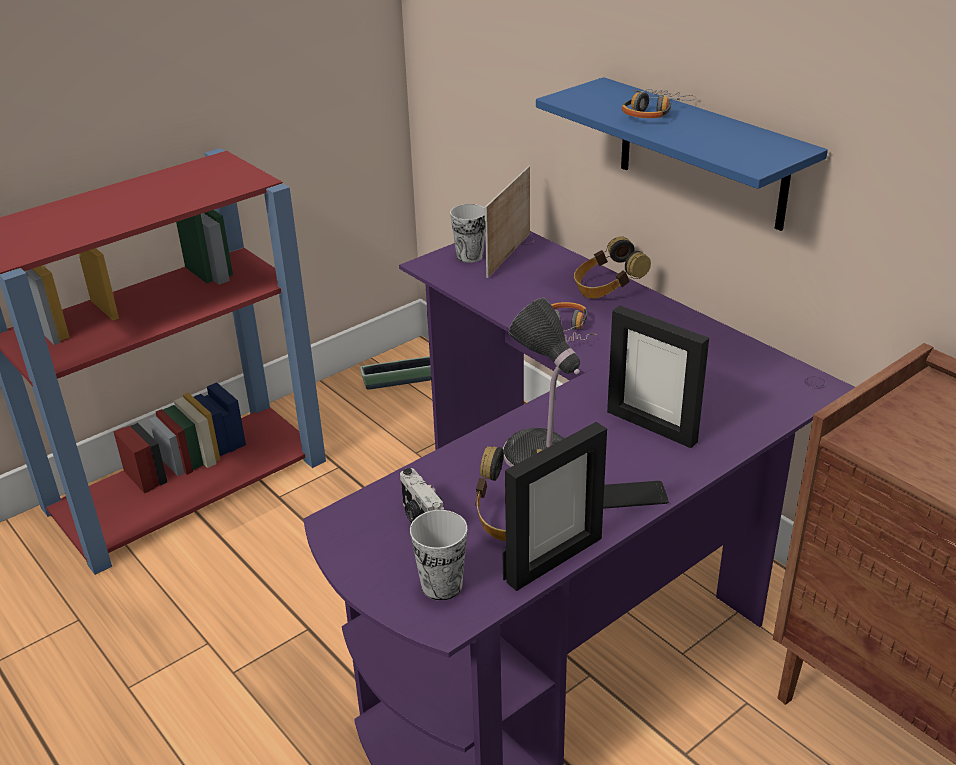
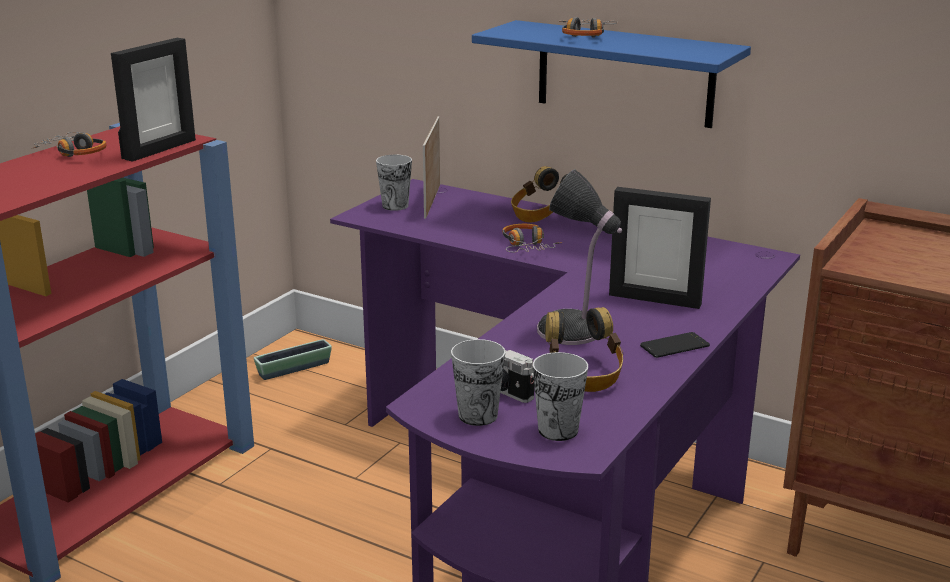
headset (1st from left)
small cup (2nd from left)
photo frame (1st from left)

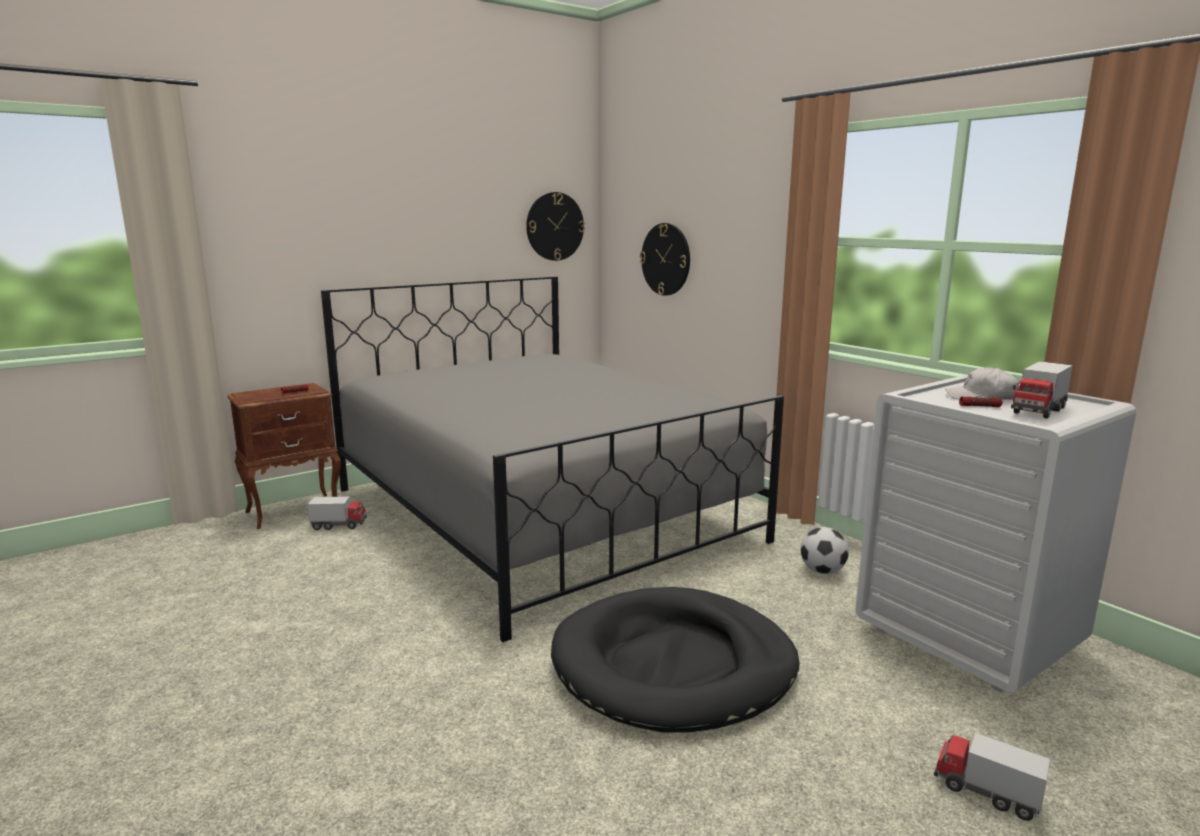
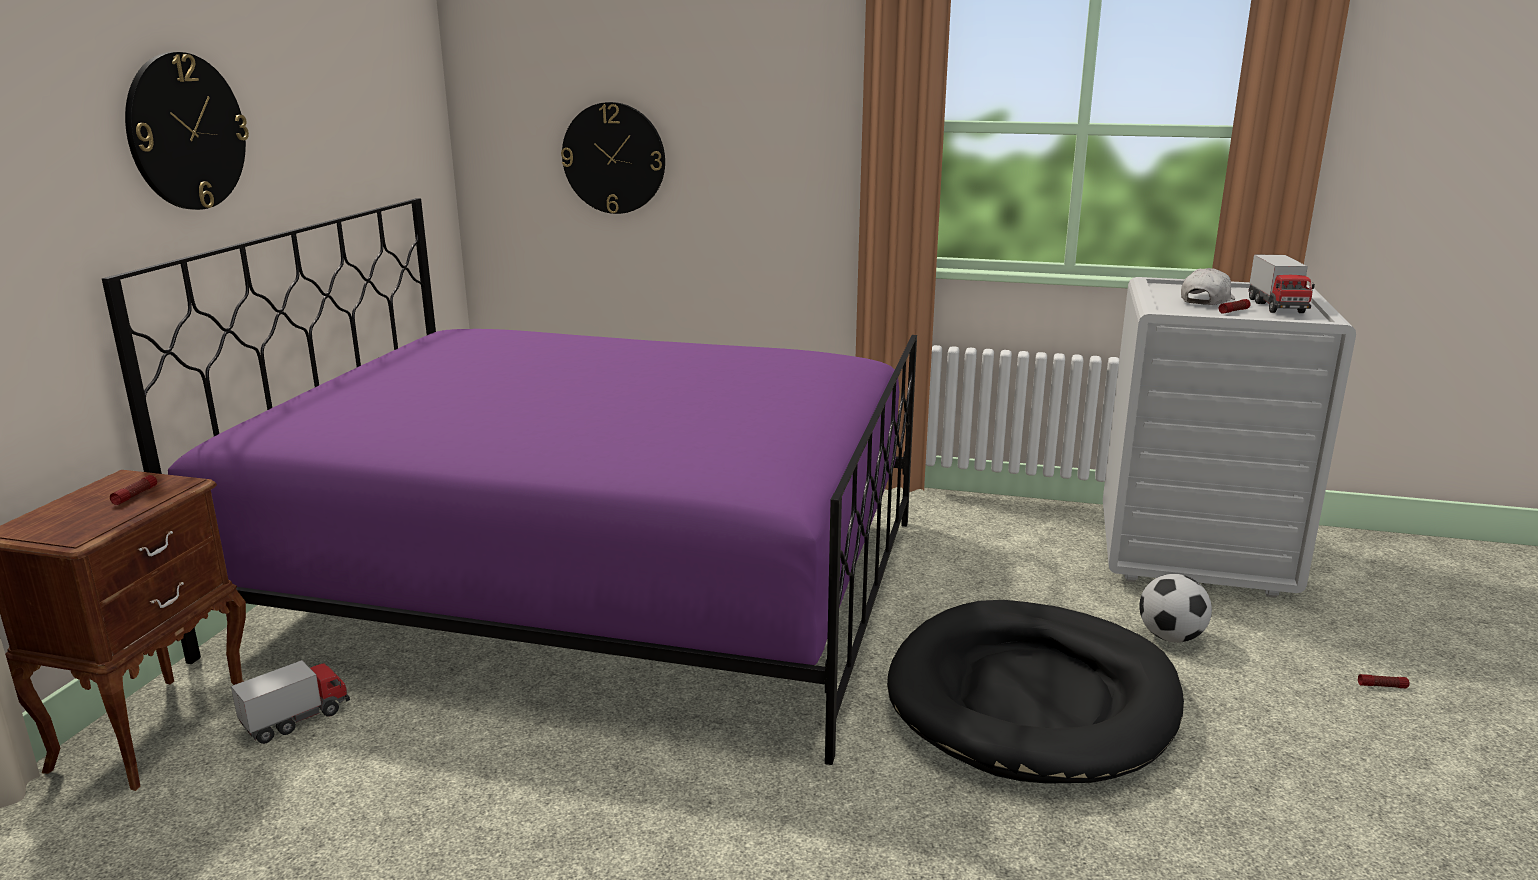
wall clock (1st from left)
football ball
torch (3rd from left)
purplish bed
white-coloured cap

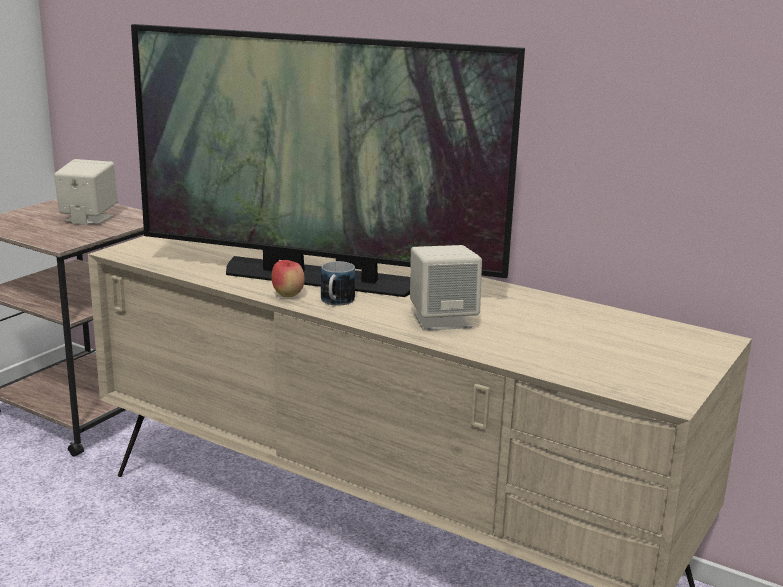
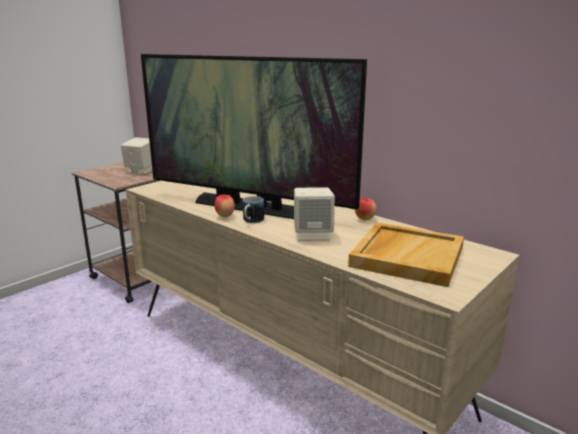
beige-coloured tray
whole apple (2nd from left)

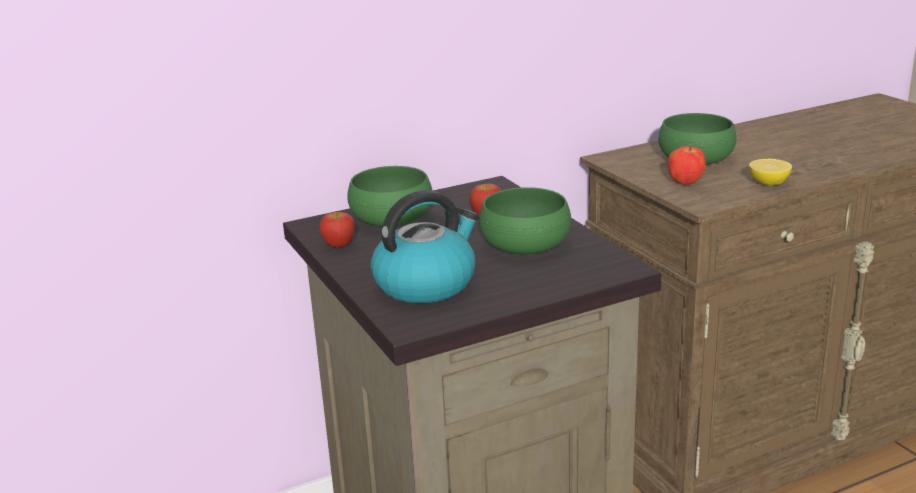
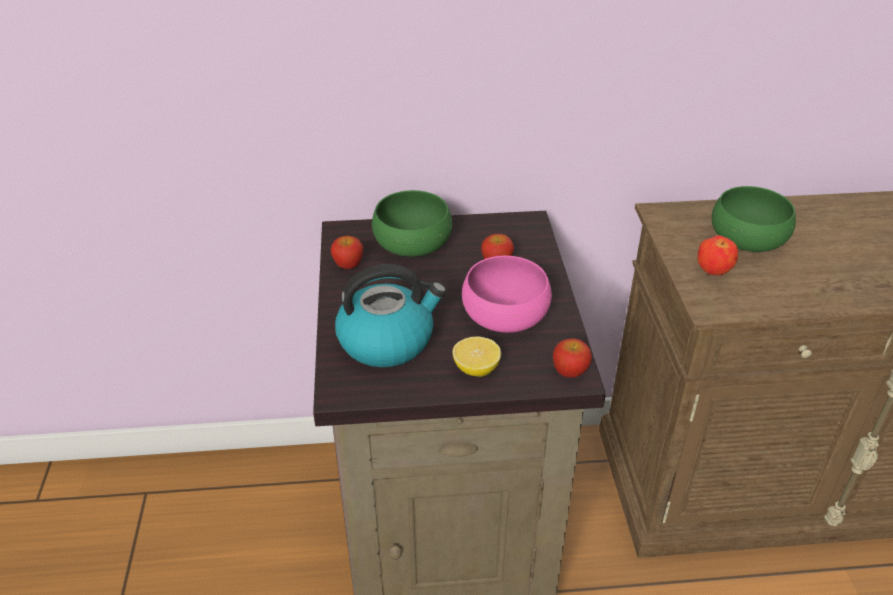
whole apple (3rd from left)
citrus fruit
pink deep dish

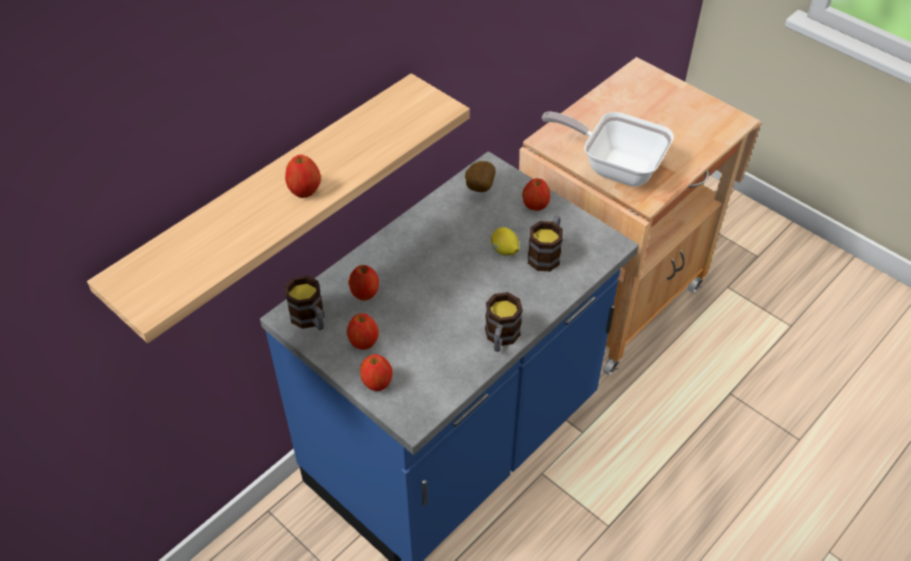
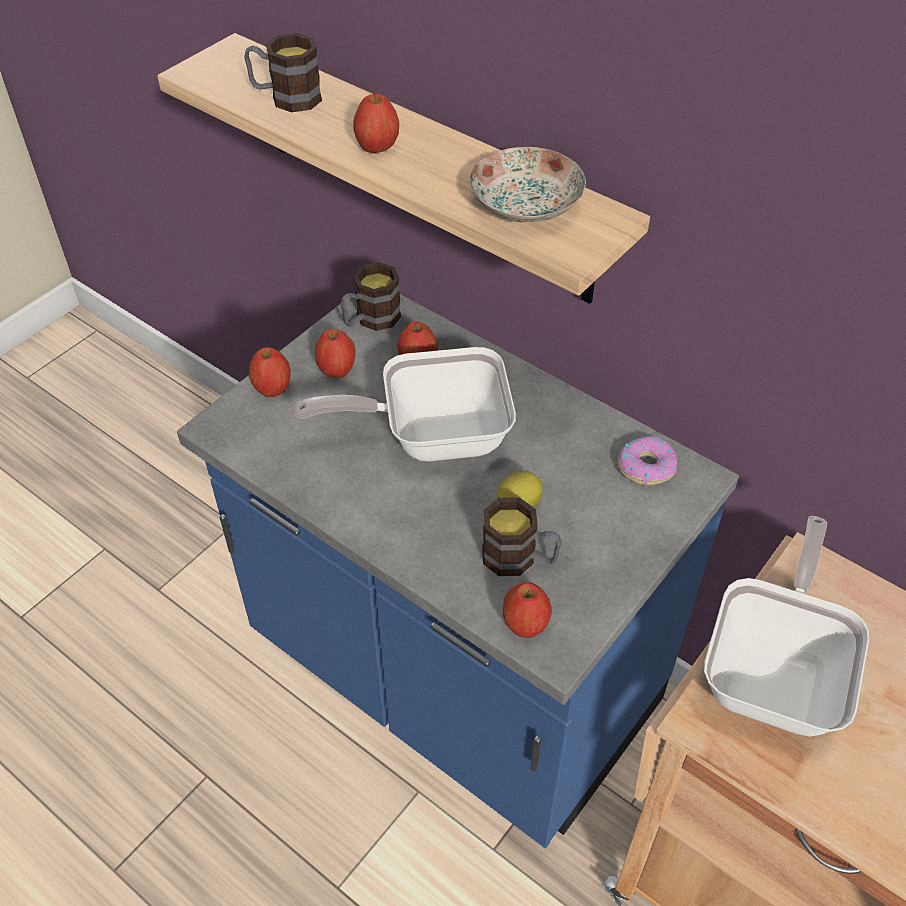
frying pan (1st from left)
flat dish
mug (1st from left)
whole apple (5th from left)
doughnut

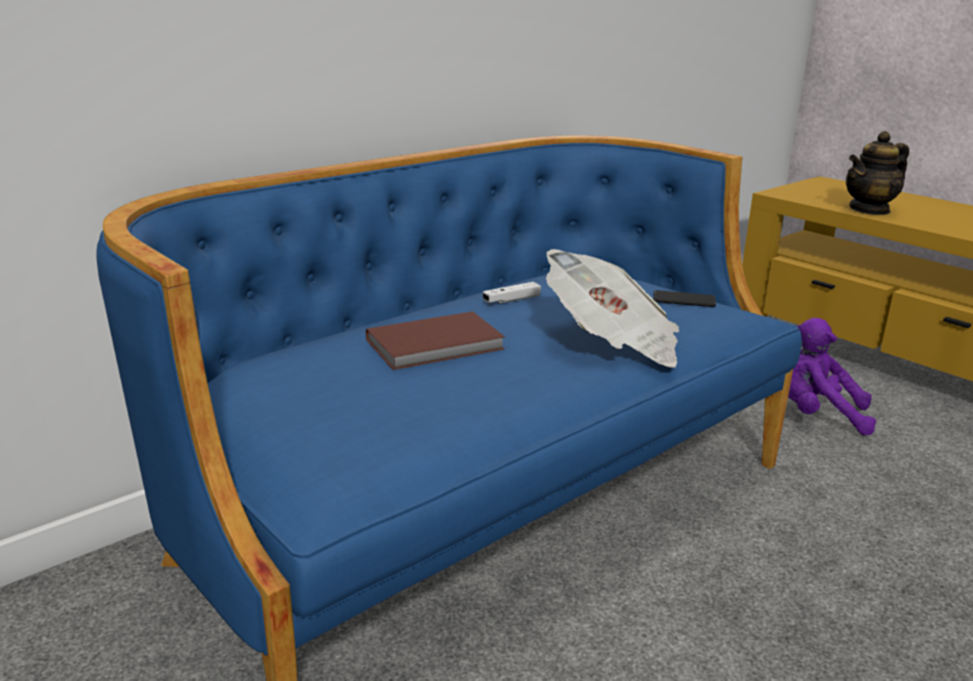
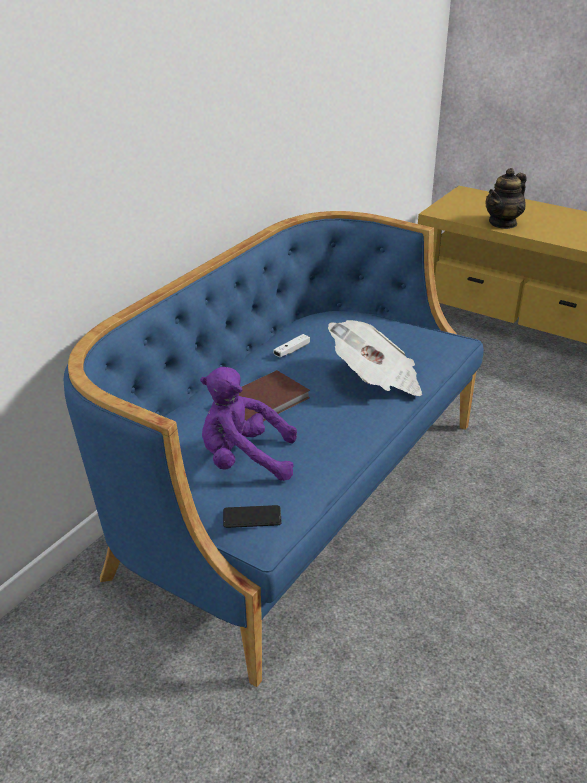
telephone
purplish cuddly toy

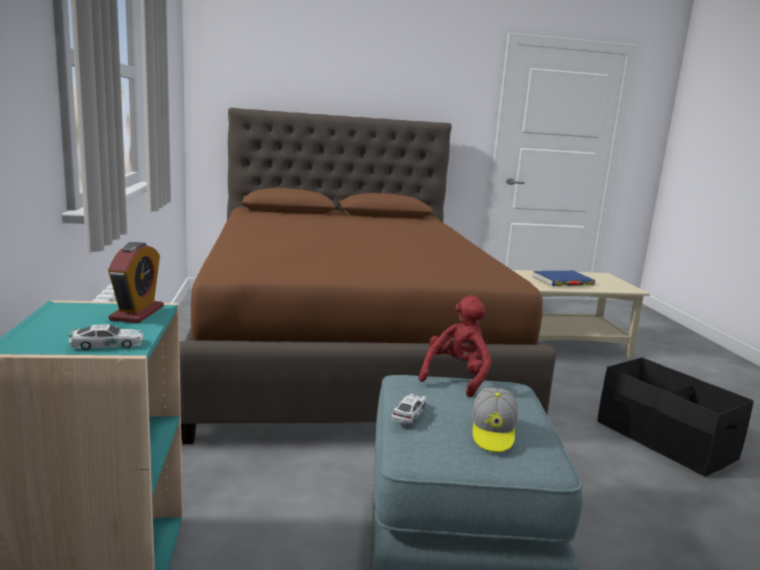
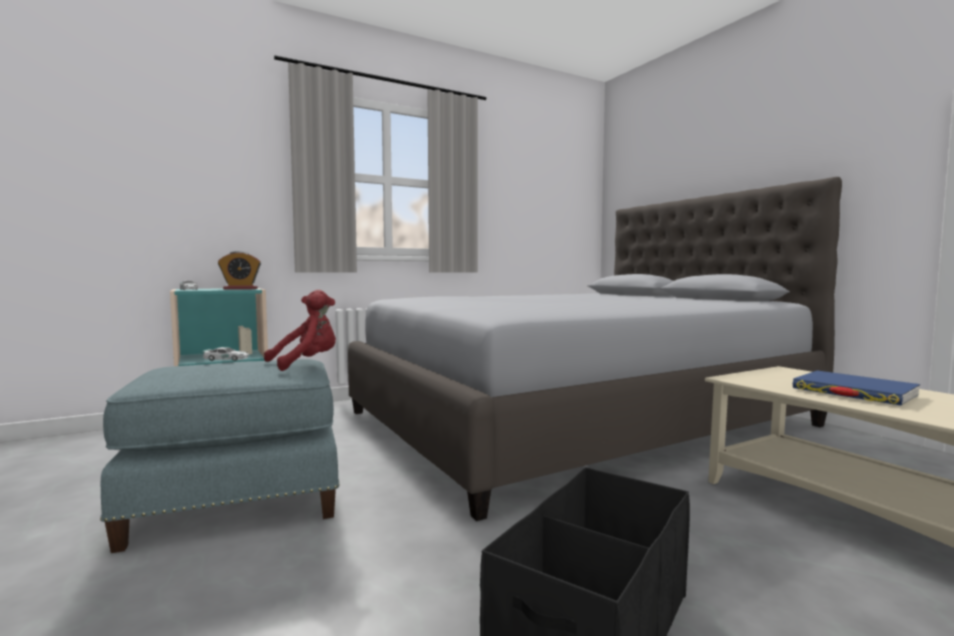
cap
greyish bed
reddish cuddly toy

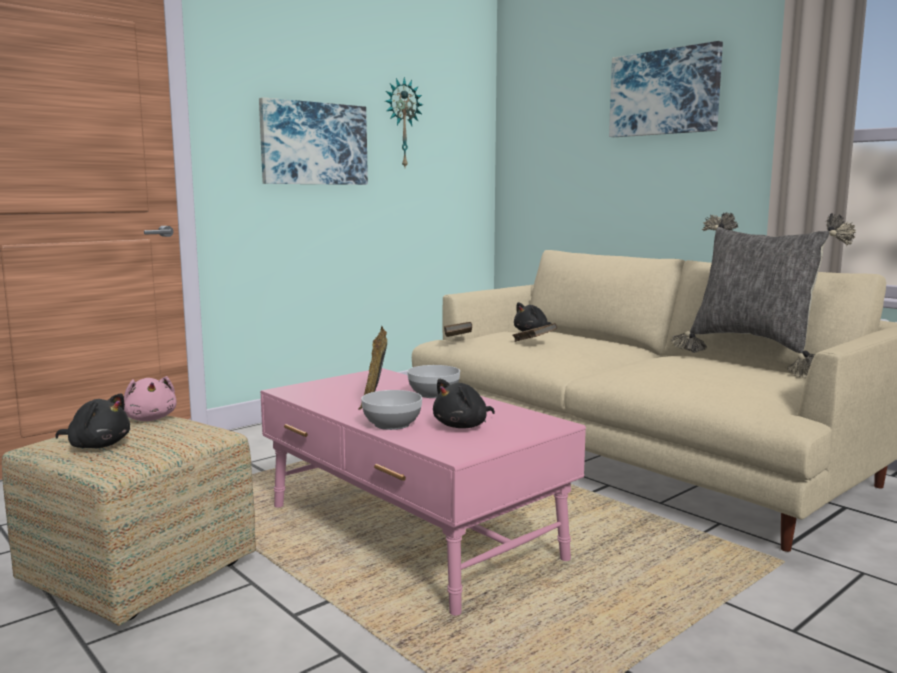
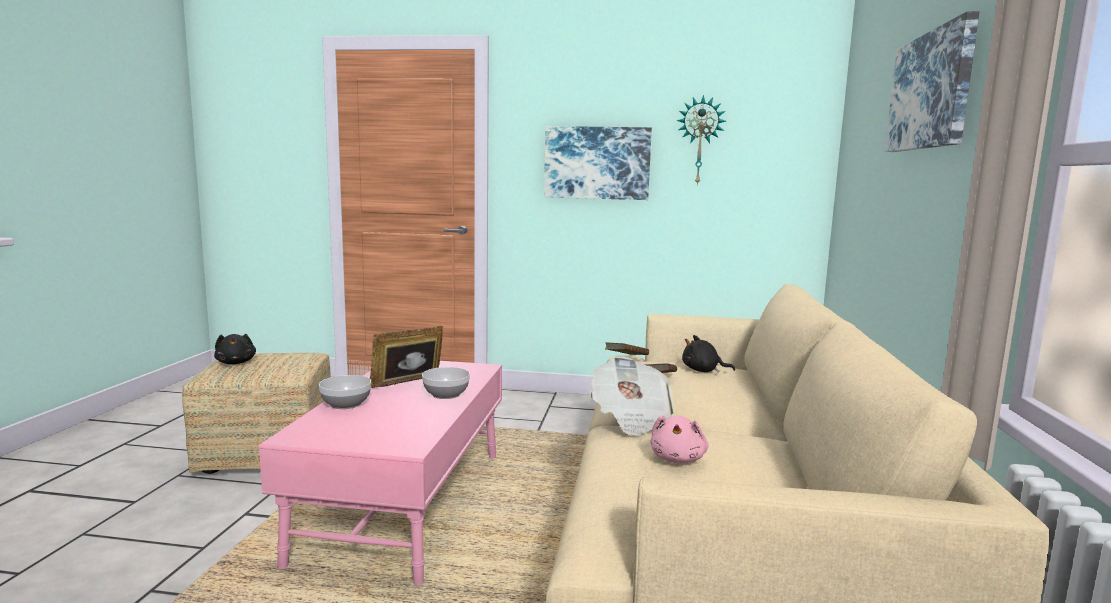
black cuddly toy (2nd from left in the first image)
cushion
daily paper
pink cuddly toy

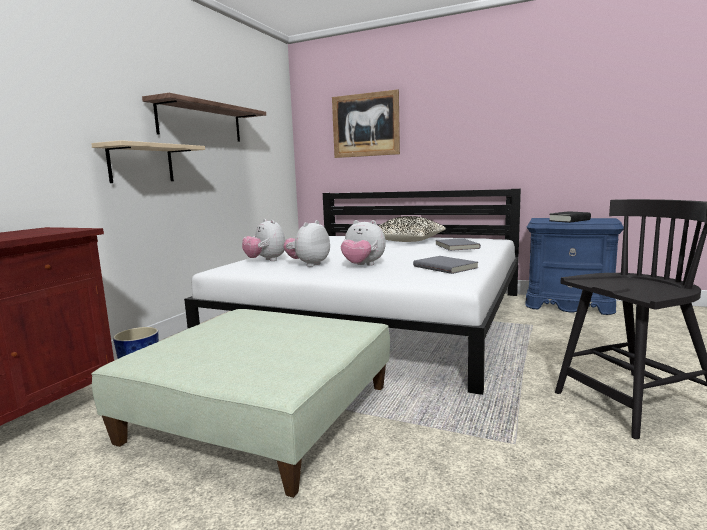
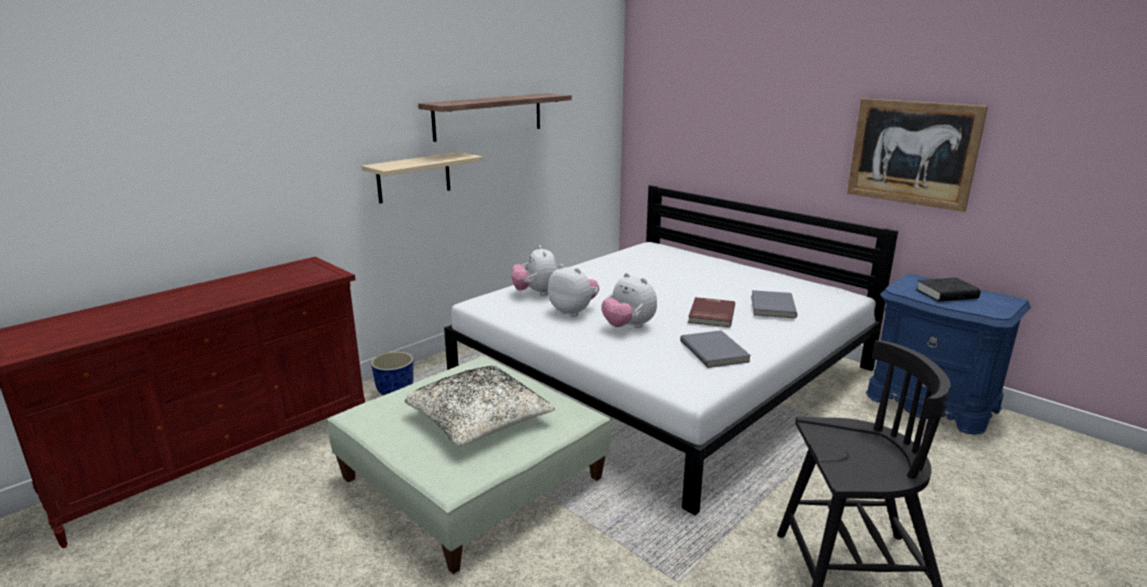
reddish bound book
wall art
beige-coloured cushion
cuddly toy (2nd from left)

